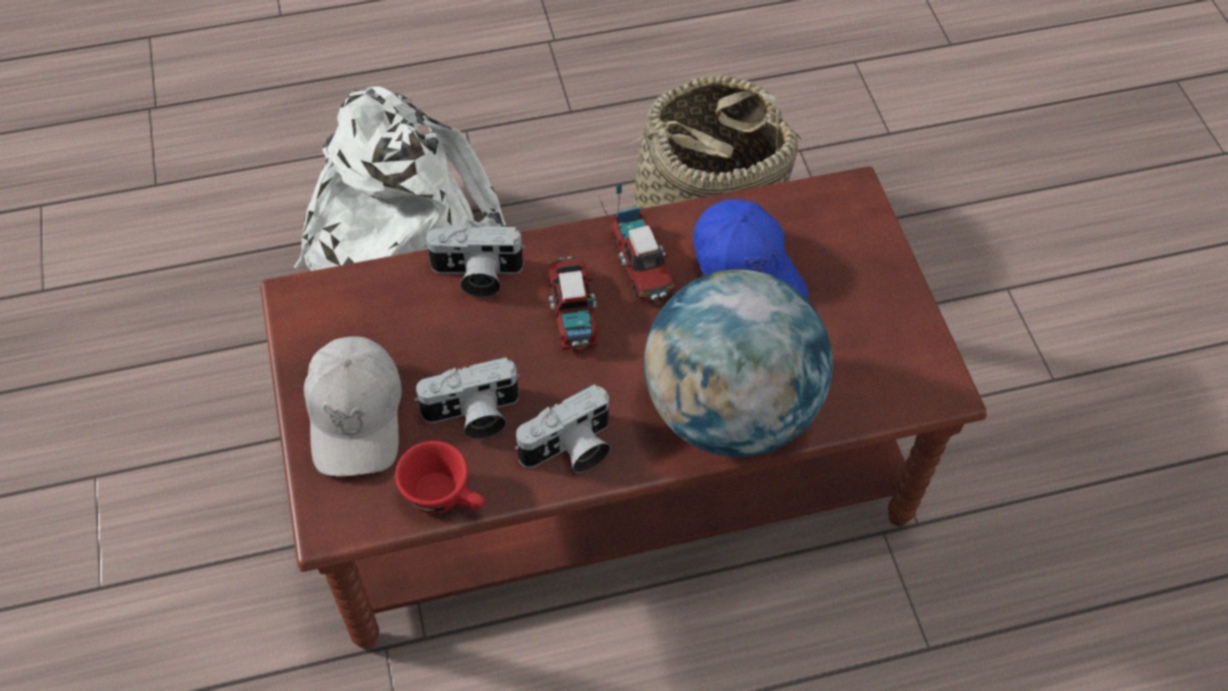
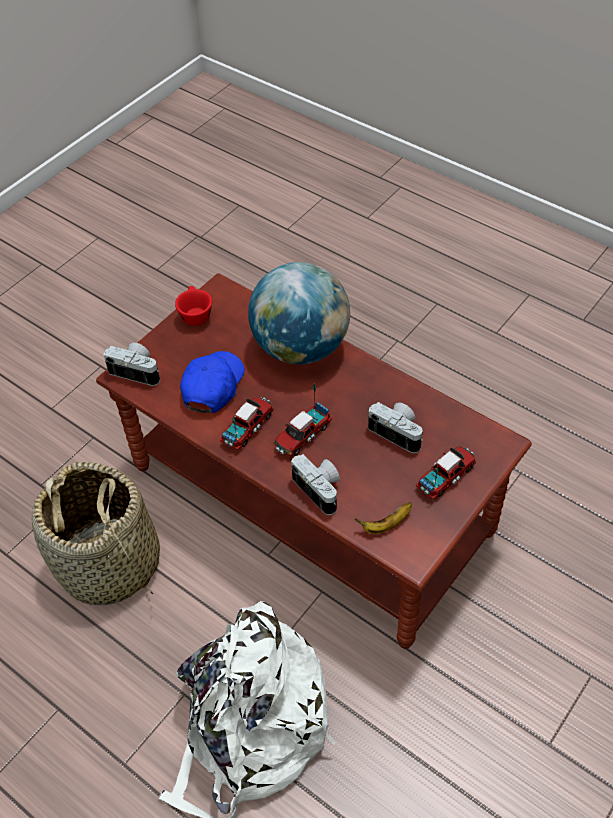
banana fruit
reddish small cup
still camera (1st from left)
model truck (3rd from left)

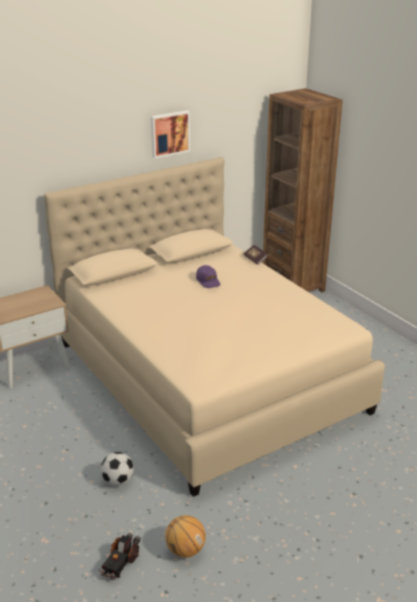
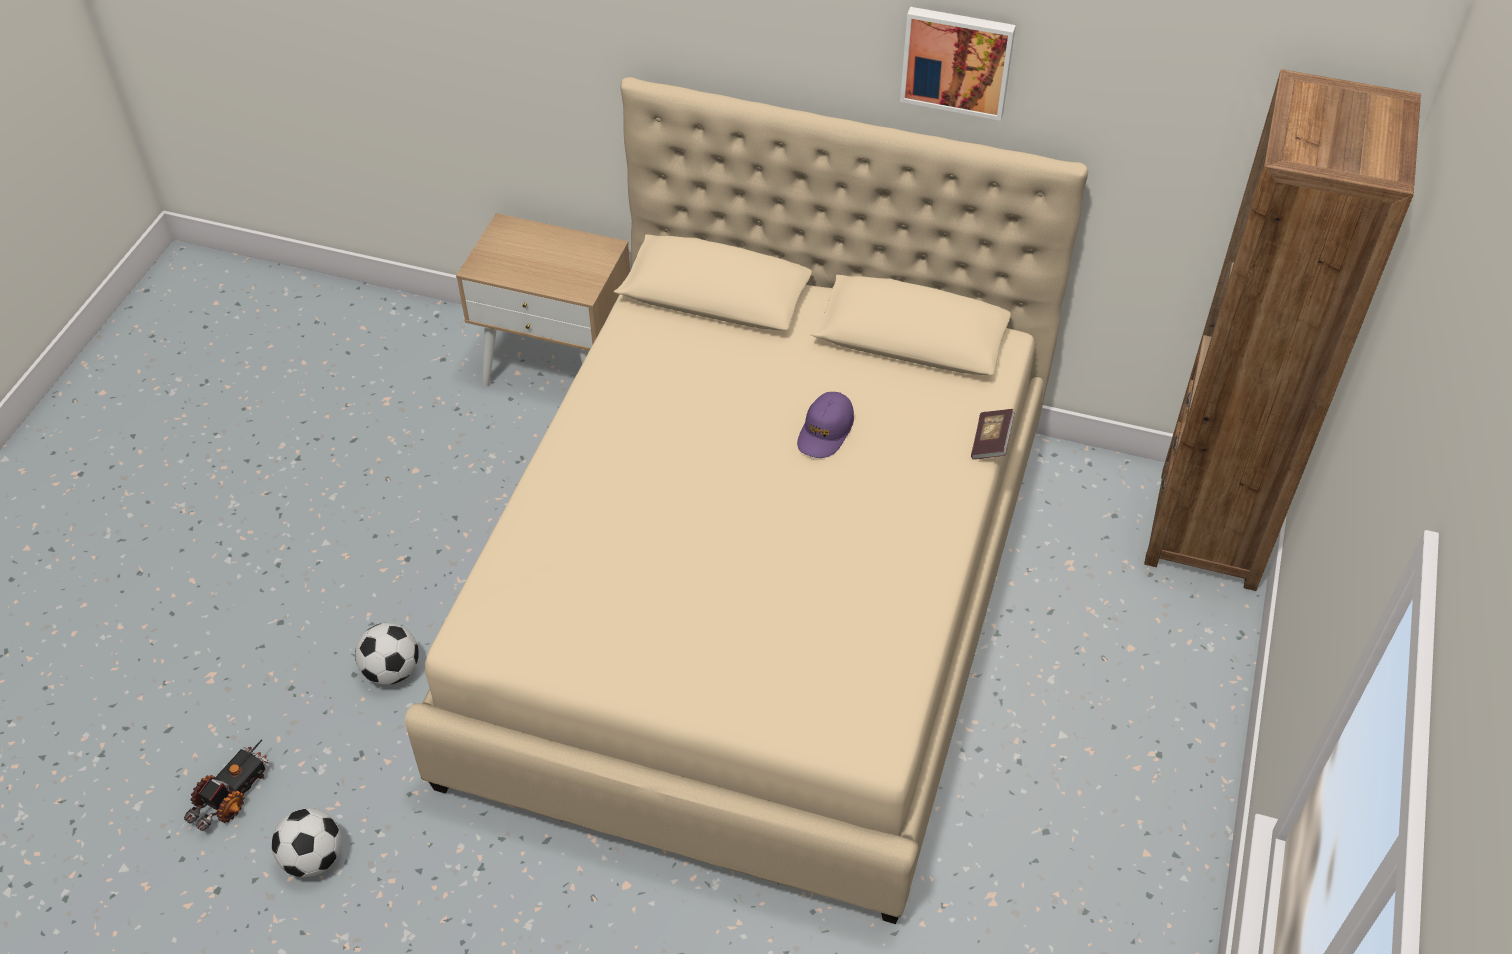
football ball (1st from left)
model truck

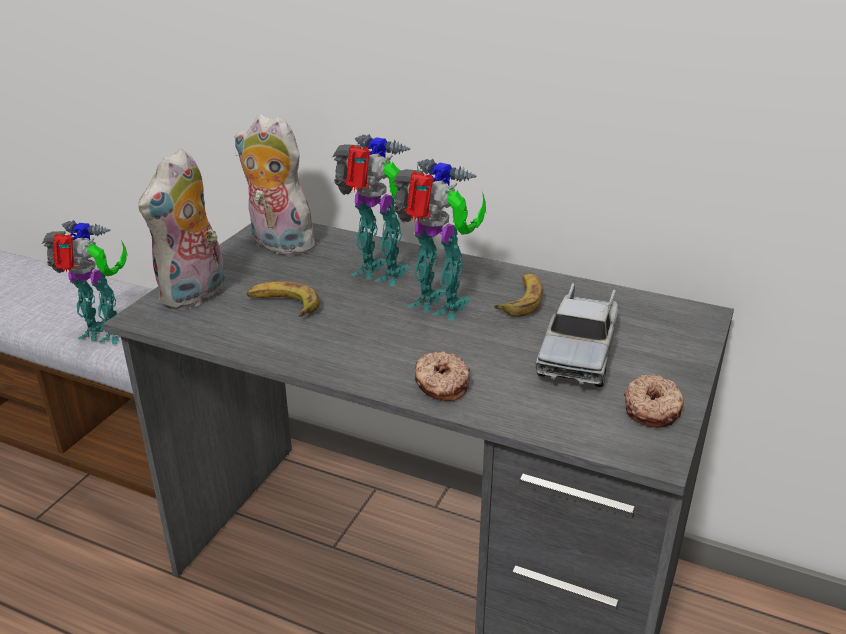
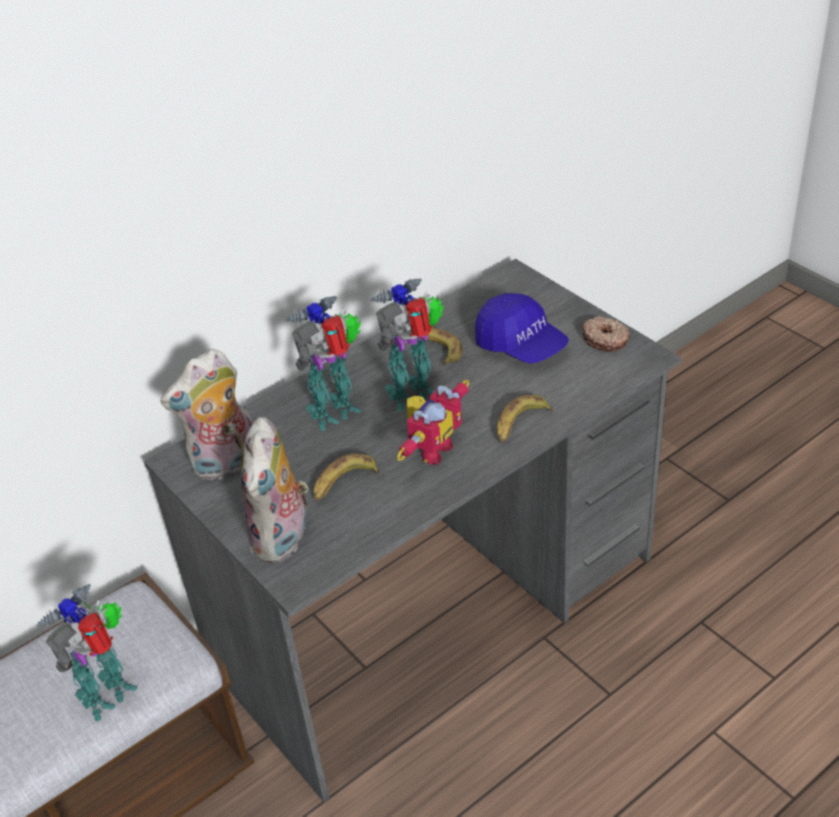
robot figure (4th from left)
banana fruit (3rd from left)
bluish cap
cuddly toy (2nd from left)

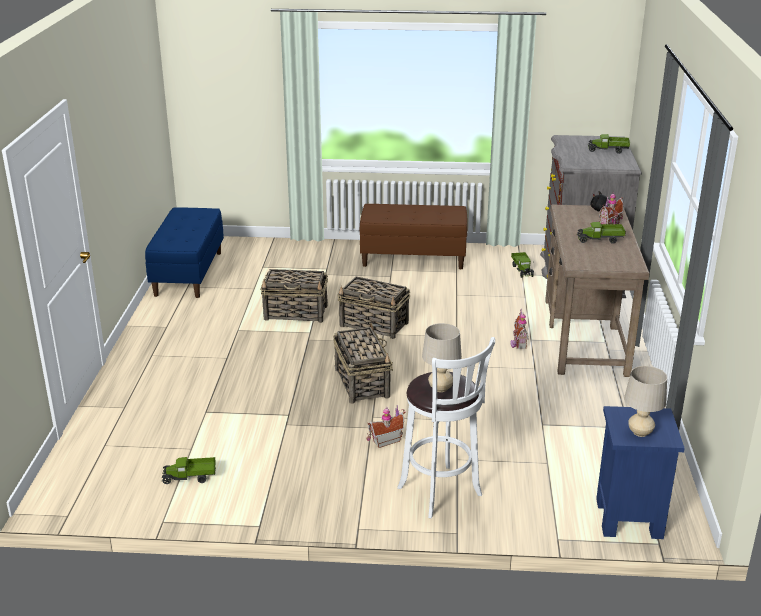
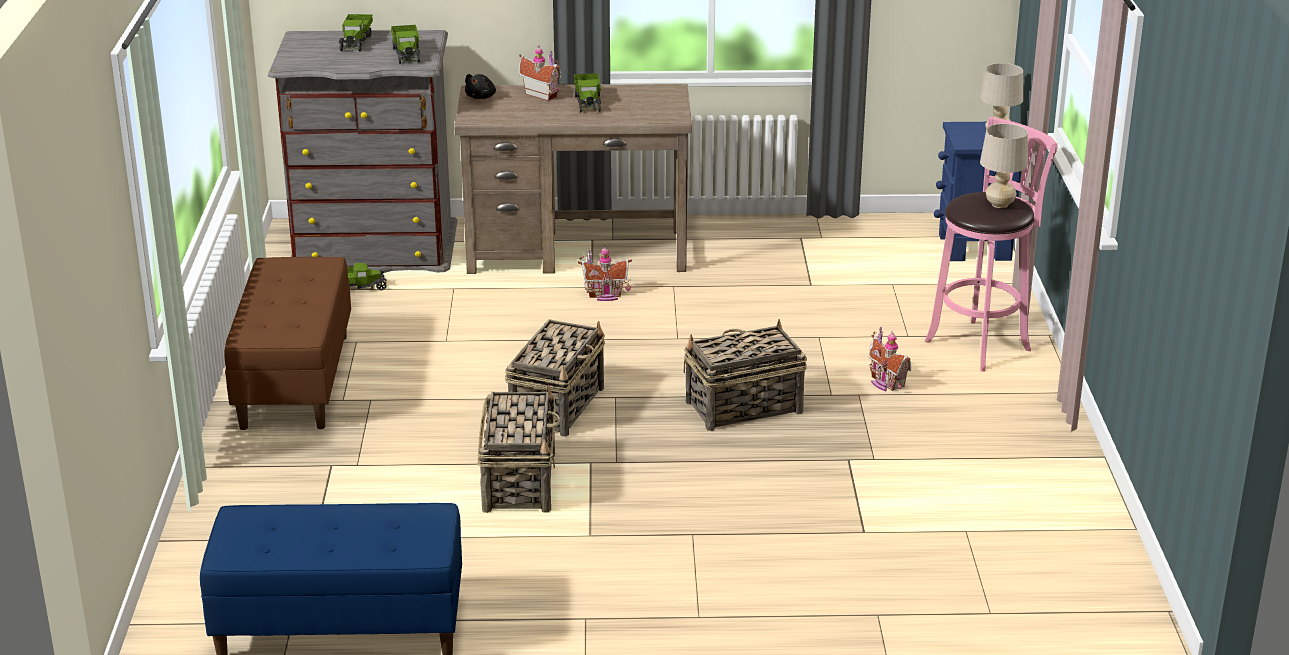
model truck (3rd from left)
pink stool seat

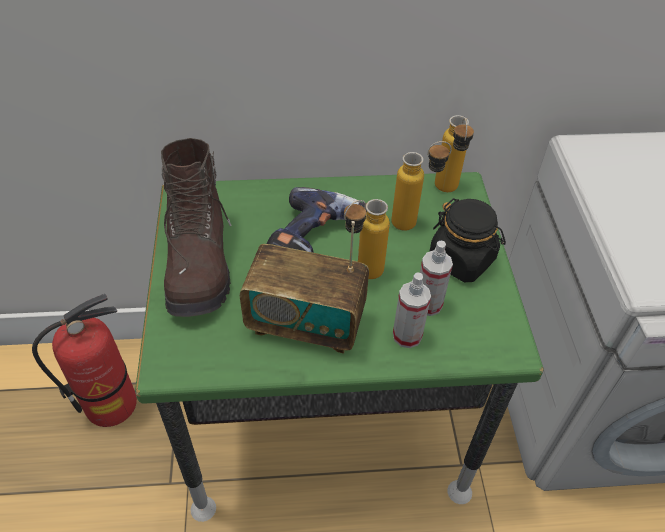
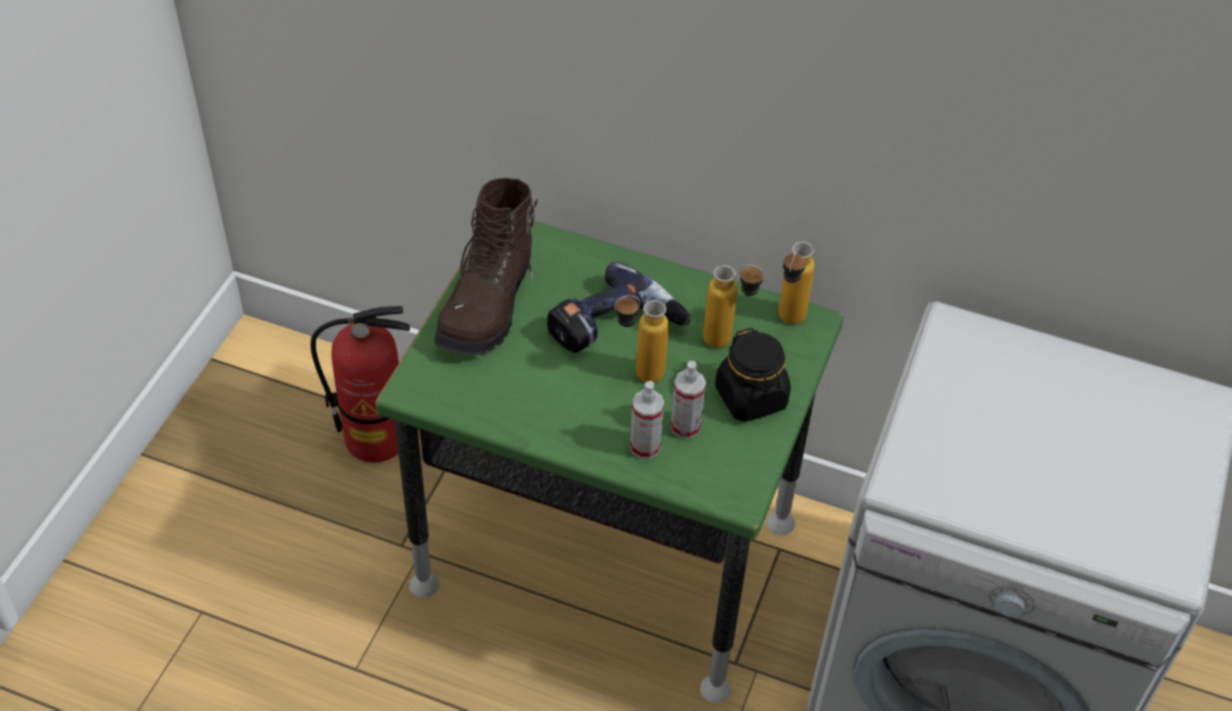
radio

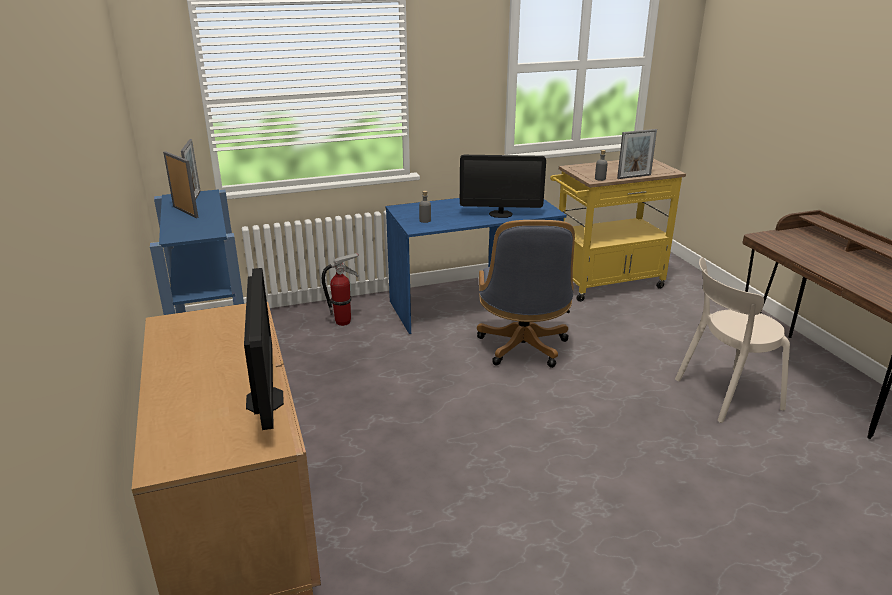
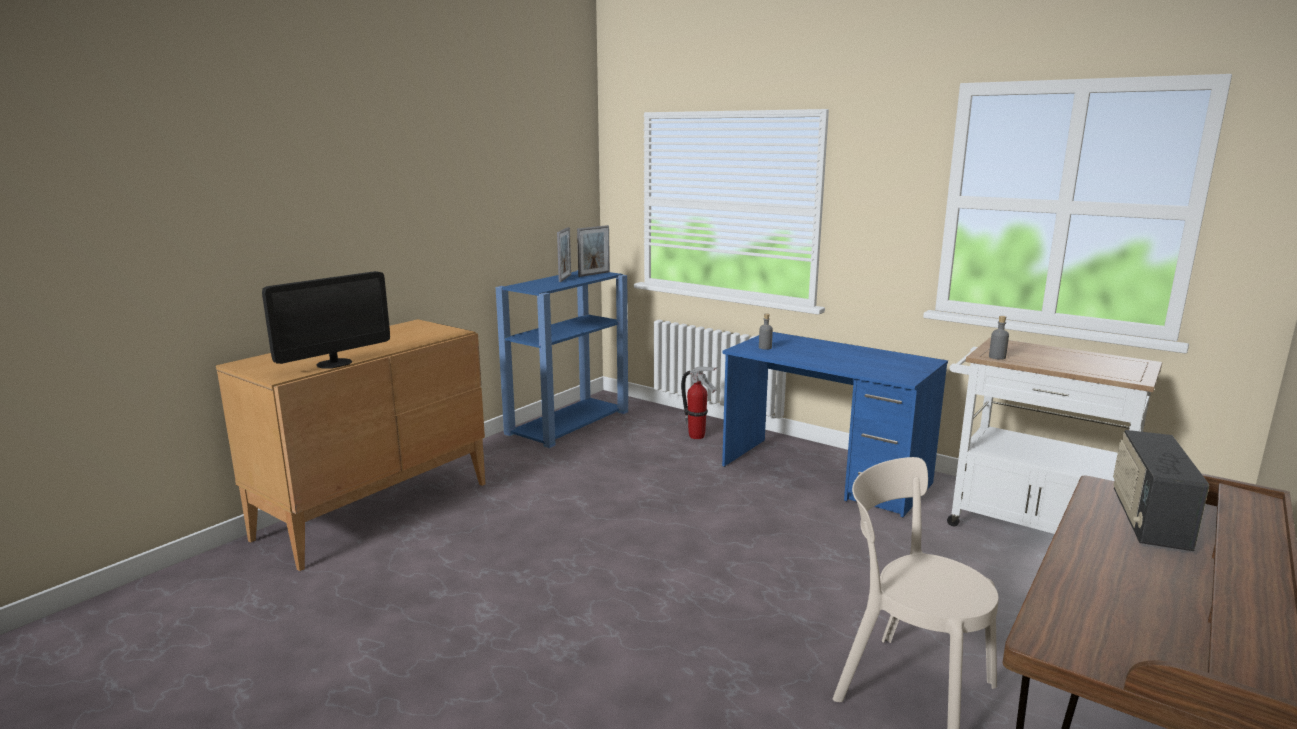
monitor (2nd from left in the first image)
bluish computer chair
photo frame (3rd from left in the first image)
radio
white-coloured trolley

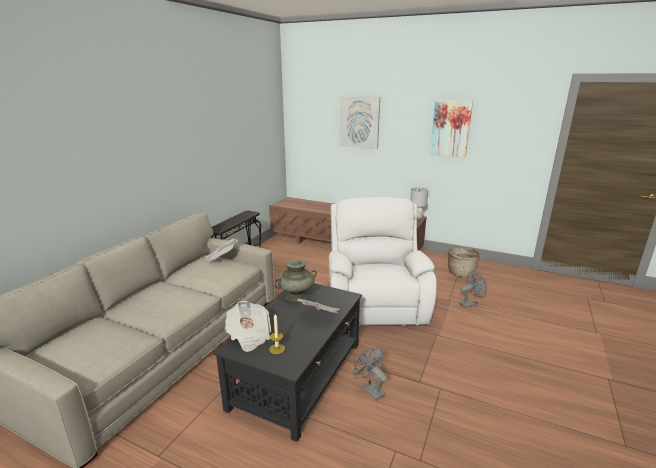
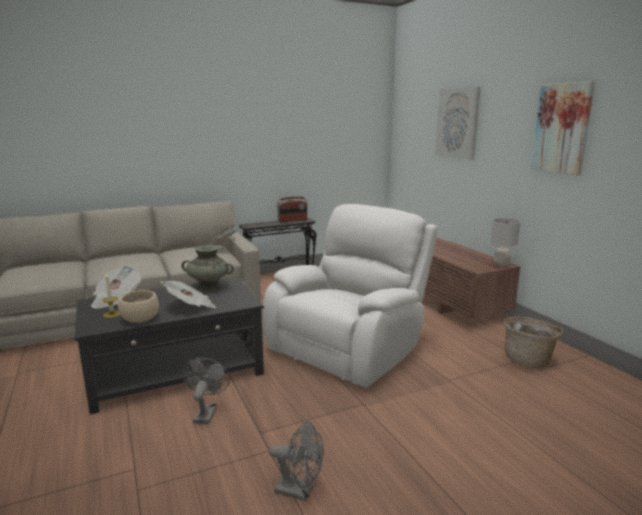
beige-coloured deep dish
radio
greyish electric fan (2nd from left)

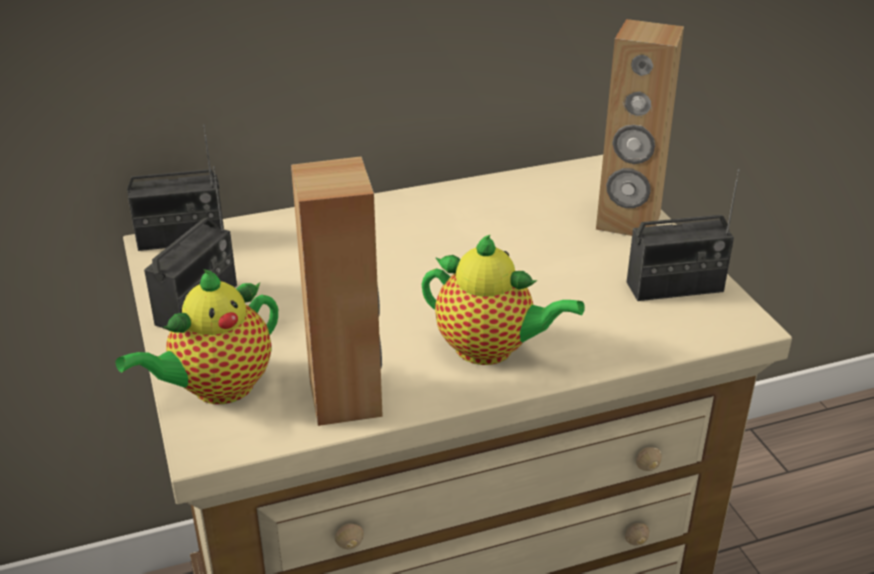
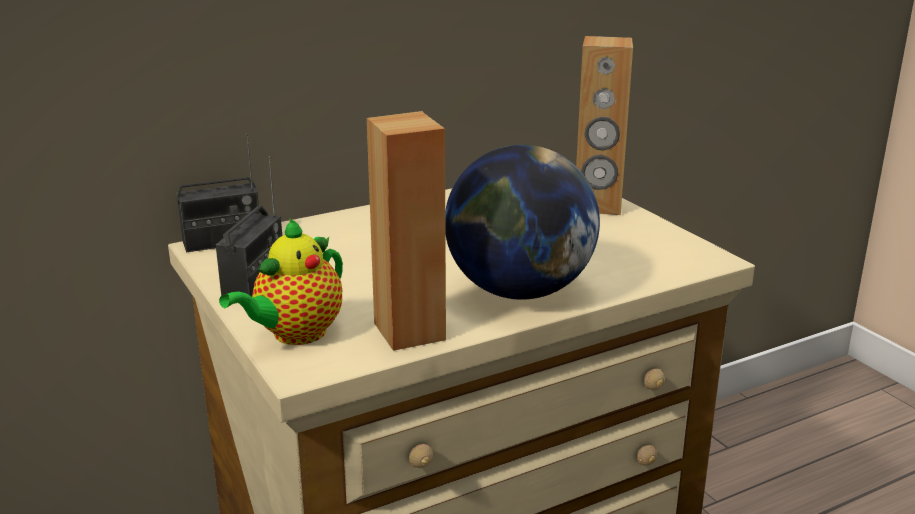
radio (3rd from left in the first image)
globe

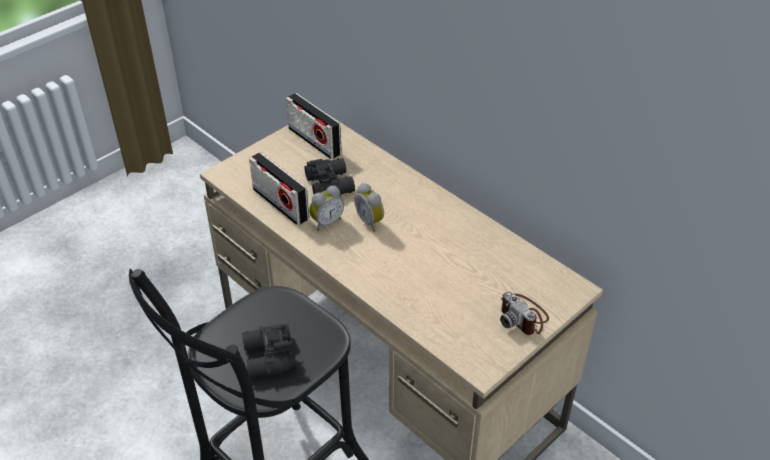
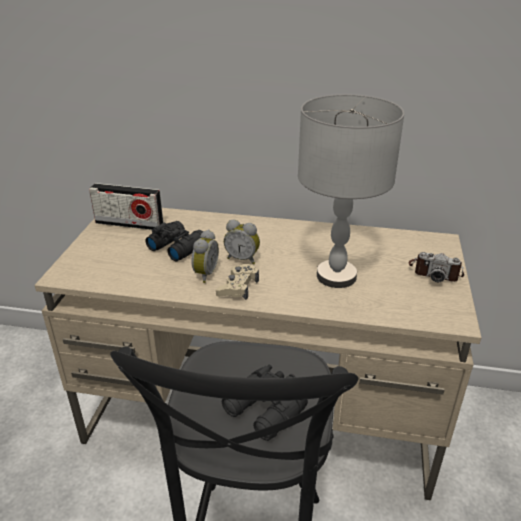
radio (1st from left in the first image)
beige-coloured gamepad
greyish lamp for a table

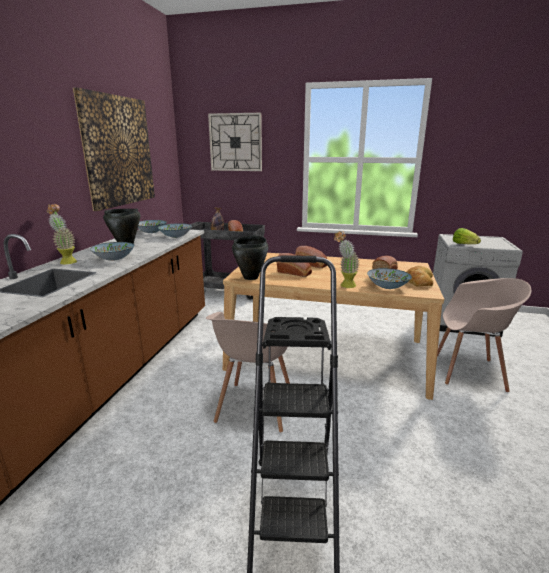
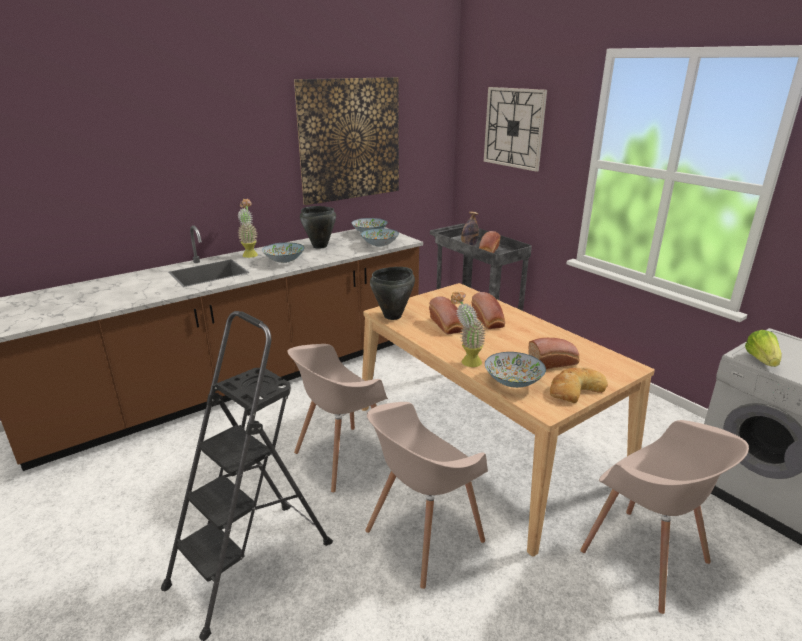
beige-coloured upright chair (2nd from left)

